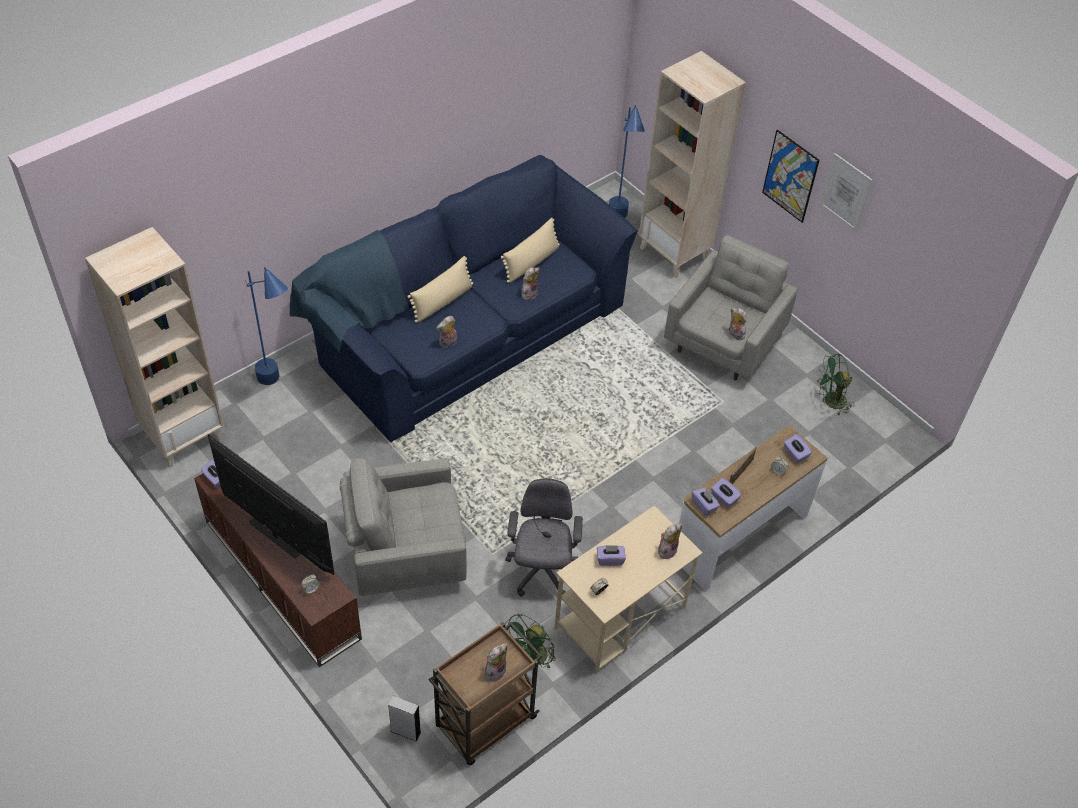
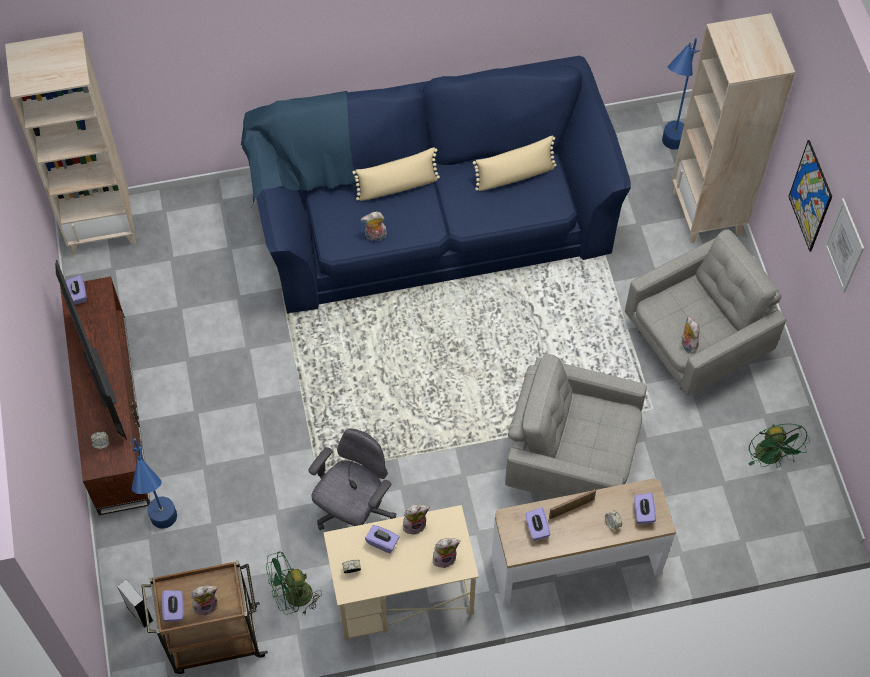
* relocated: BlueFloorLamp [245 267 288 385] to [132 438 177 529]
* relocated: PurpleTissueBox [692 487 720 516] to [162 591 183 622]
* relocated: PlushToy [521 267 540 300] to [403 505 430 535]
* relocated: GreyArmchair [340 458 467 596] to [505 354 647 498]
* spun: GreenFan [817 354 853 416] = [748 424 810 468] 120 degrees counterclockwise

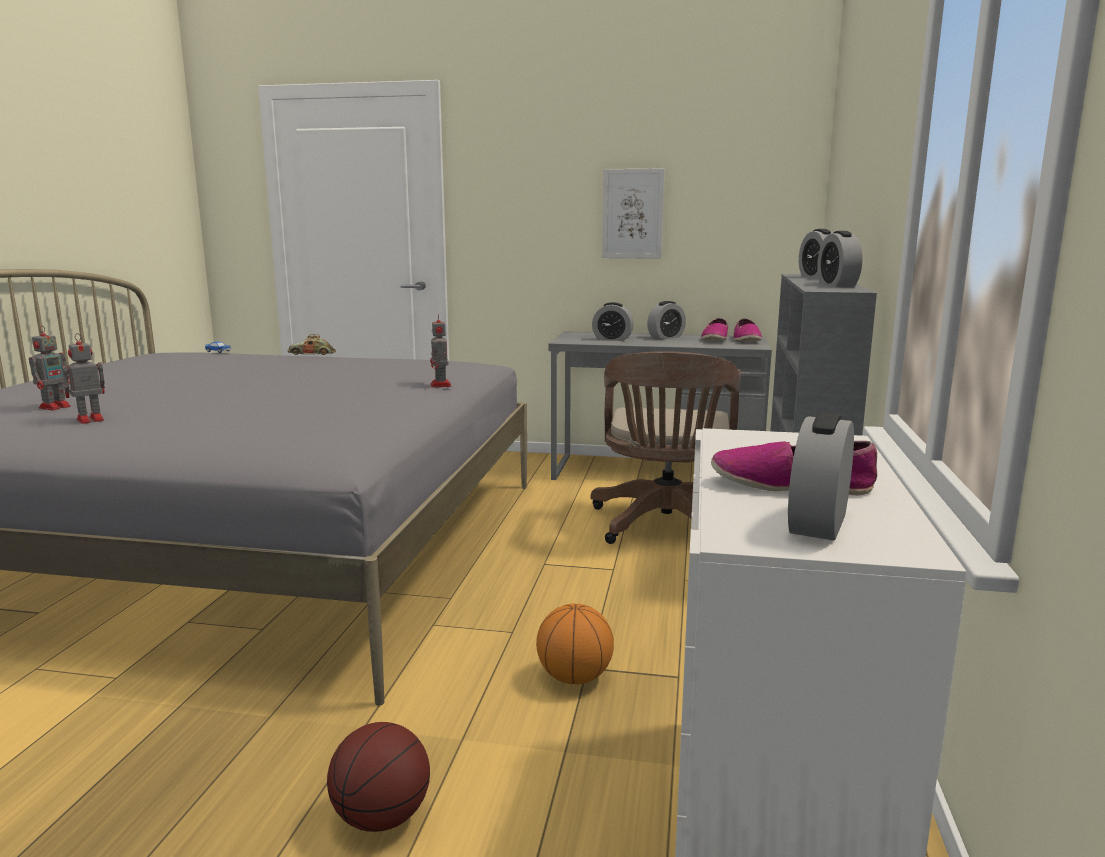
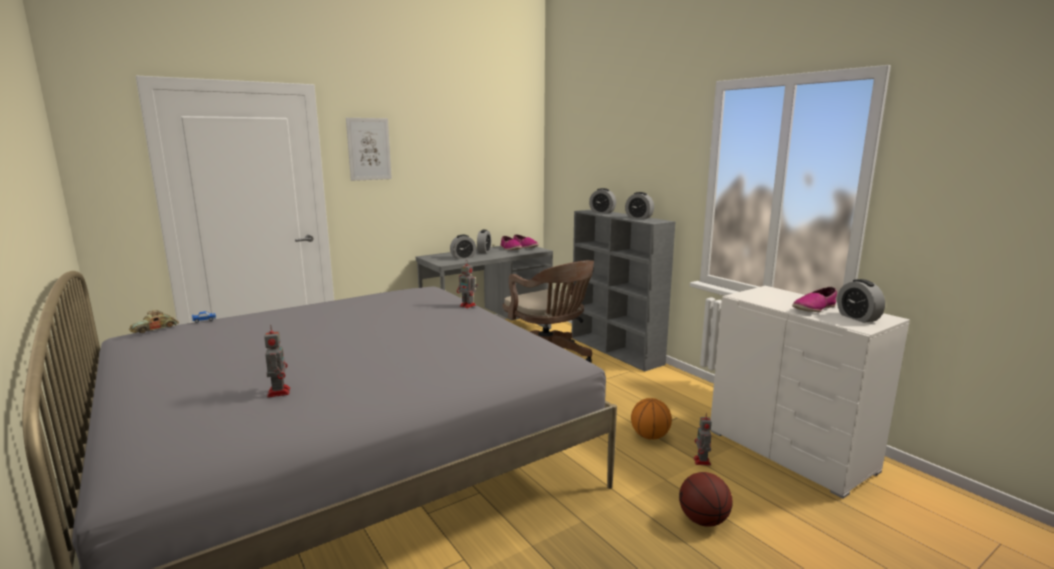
* relocated: ToyCar [288 334 336 355] to [129 310 179 333]
* relocated: Picture [602 168 665 259] to [346 118 392 181]
* relocated: ToyRobot [61 333 105 424] to [694 413 712 466]

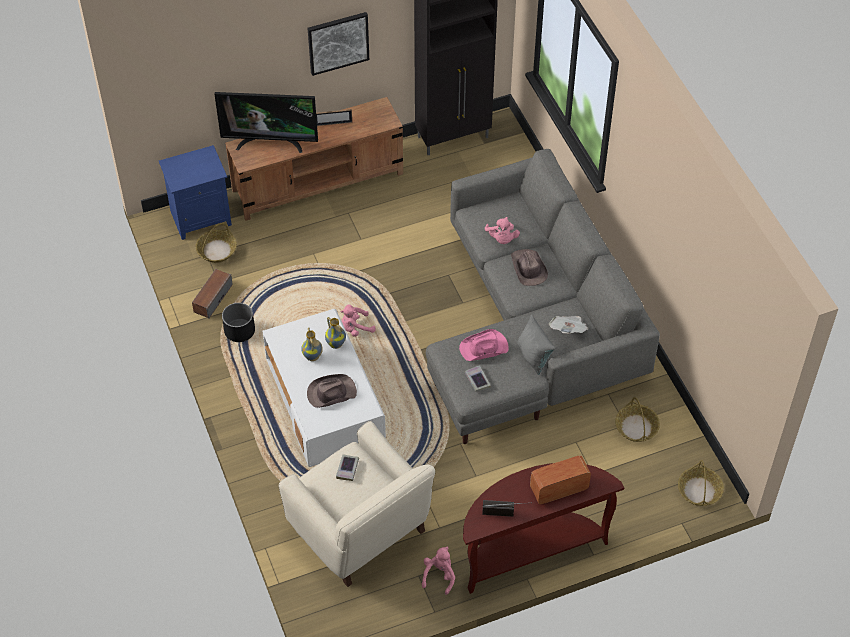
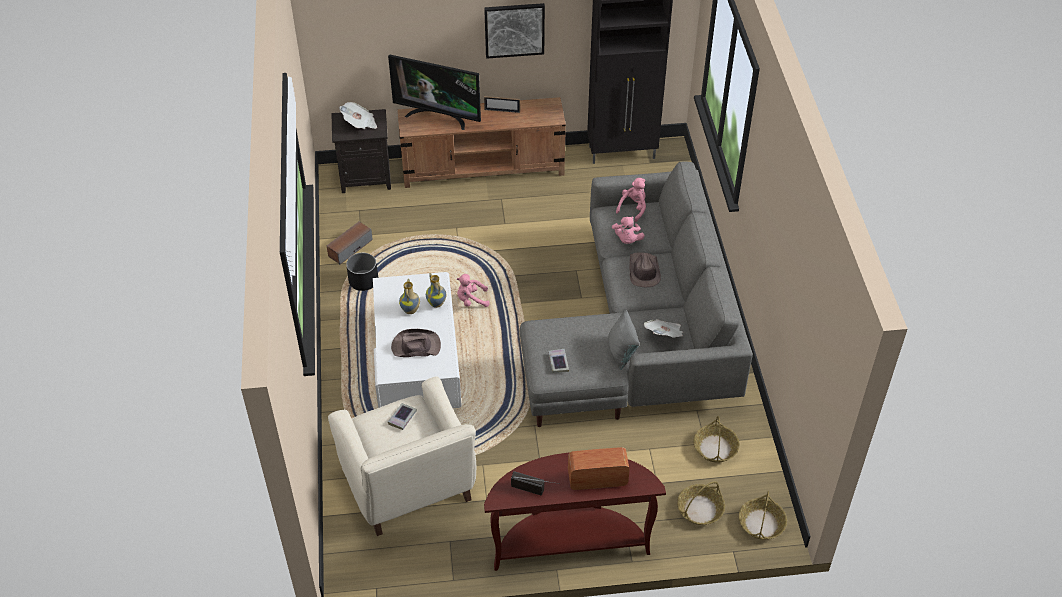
* colour: BlueNightstand [159 145 232 240] to BlackNightstand [331 109 391 193]
* appeared: Newspaper [339 102 377 129]
* relocated: PinkPlushToy [422 547 455 595] to [616 178 646 222]
* relocated: Basket [196 223 237 263] to [677 481 725 525]
* missing: PinkHat [459 329 509 361]

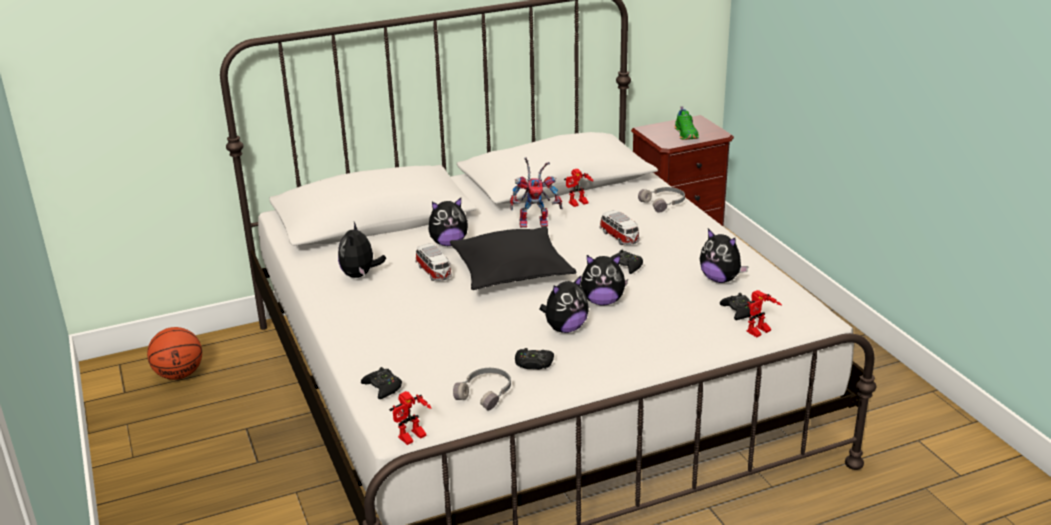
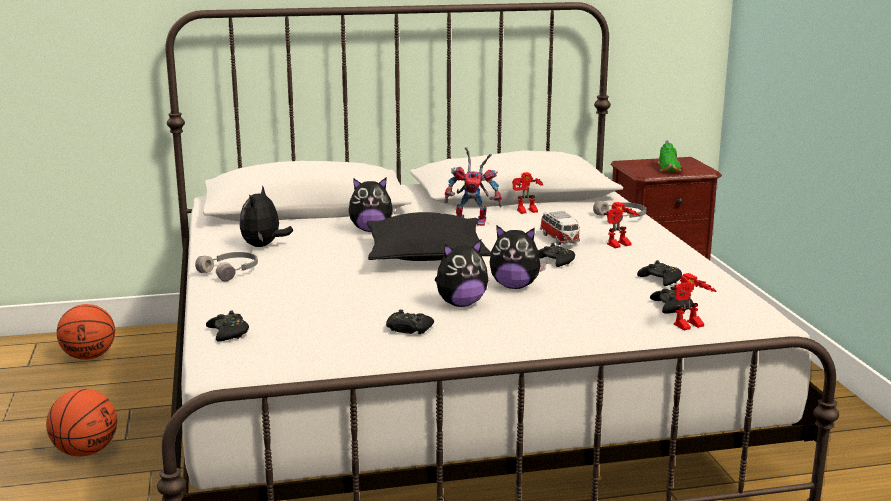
* appeared: Basketball [46 389 117 456]
* relocated: GreyHeadphones [453 368 511 411] to [195 252 258 282]
* relocated: ToyRobot [389 391 432 445] to [604 202 641 248]
* exchanged: PlushToy [700 229 749 283] to BlackGameController [637 260 682 286]
* missing: ToyCar [415 243 452 281]

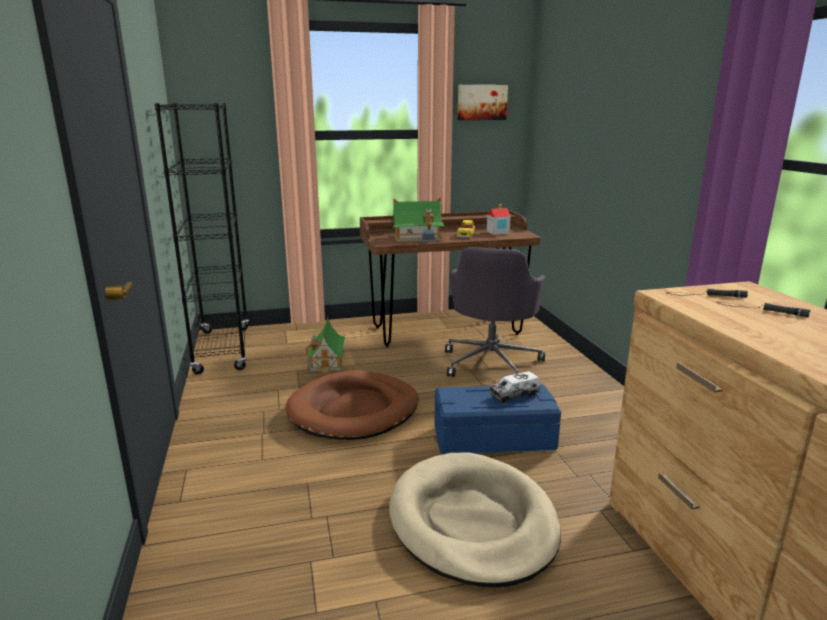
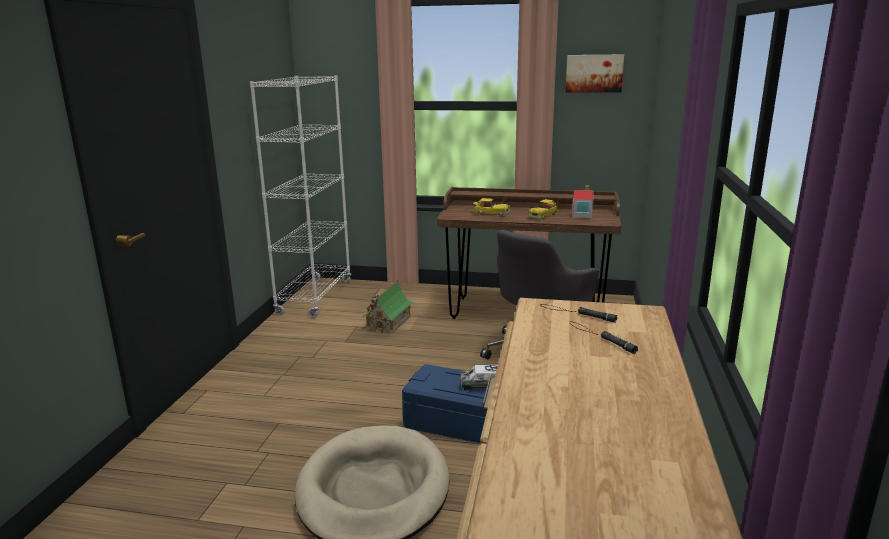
* colour: BlackBookcase [155 103 249 374] to WhiteBookcase [250 76 351 318]
* exchanged: ToyHouse [391 198 445 242] to ToyCar [473 198 510 216]
* missing: BrownDogBed [286 370 419 440]

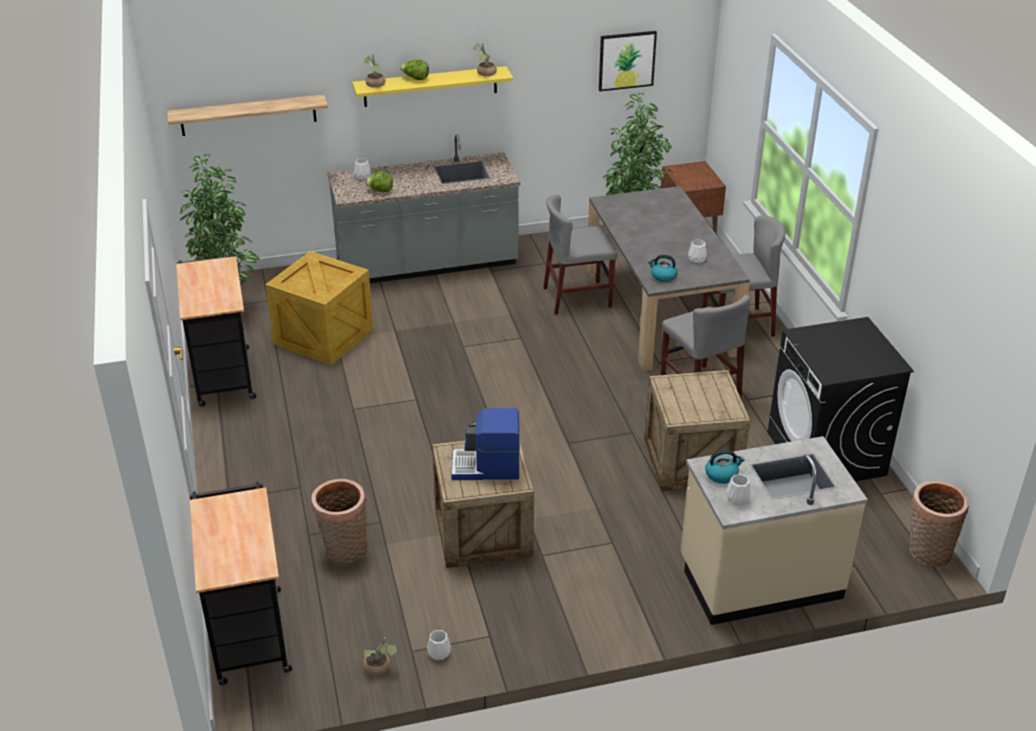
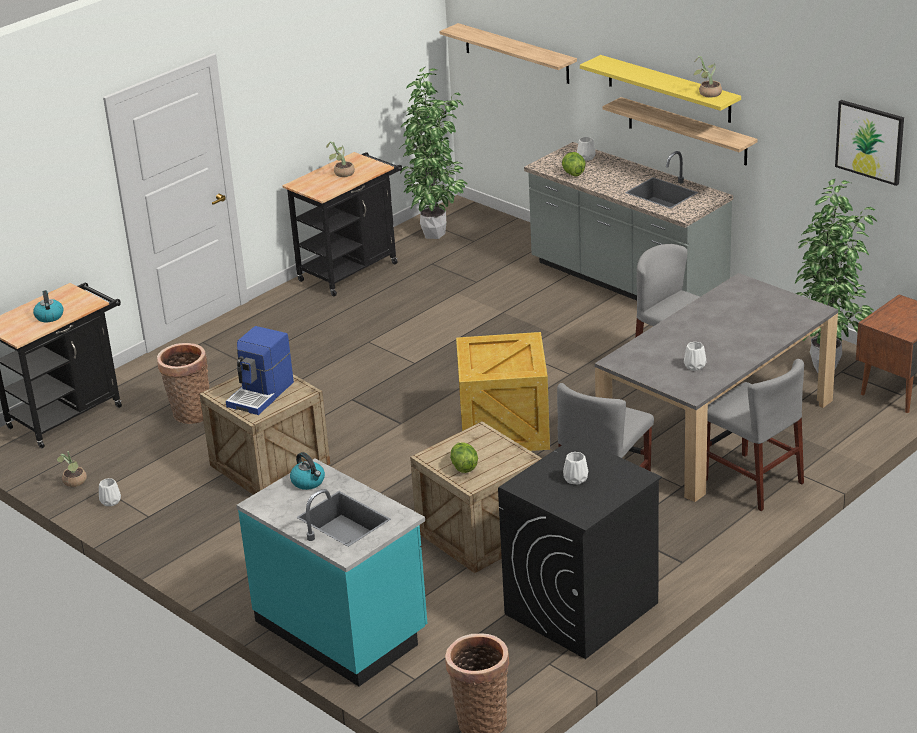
* relocated: Kettle [648 254 678 282] to [33 290 63 322]
* spun: CoffeeMachine [451 408 520 480] = [226 326 294 415] 120 degrees counterclockwise
* colour: BeigeCounter [681 436 868 625] to TurquoiseCounter [236 459 427 686]
* relocated: PottedPlant [363 54 386 88] to [326 142 355 177]
* relocated: Lettuce [400 60 429 80] to [450 442 478 473]
* relocated: Crate [265 251 373 365] to [456 332 550 451]
* relocated: WhiteVase [726 474 751 506] to [563 452 588 484]
* appeared: Shelf [602 97 758 165]

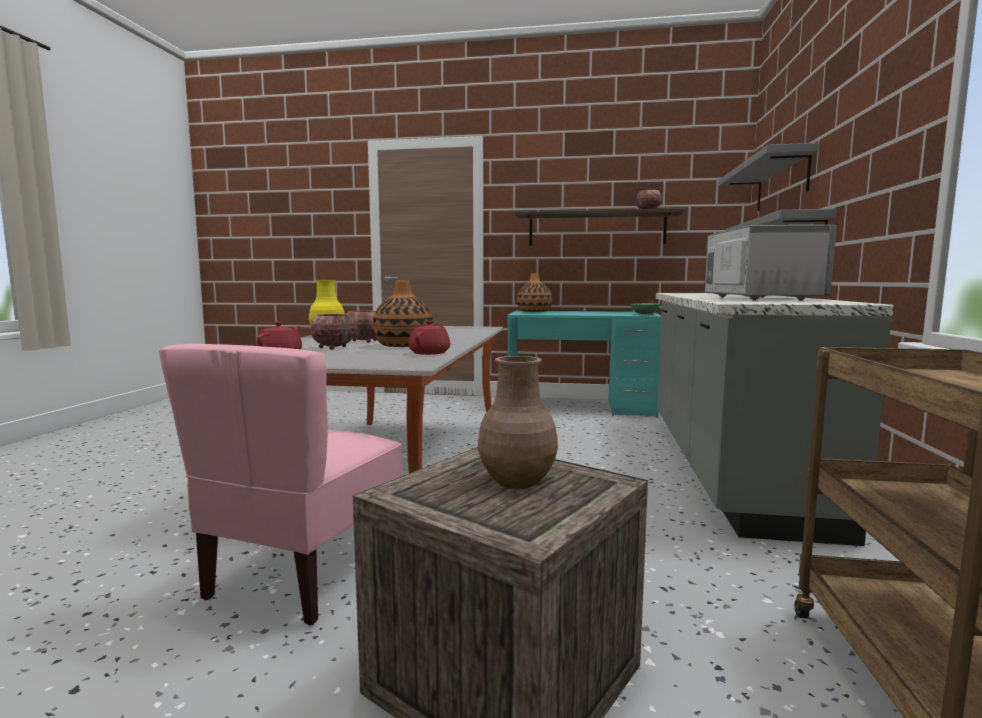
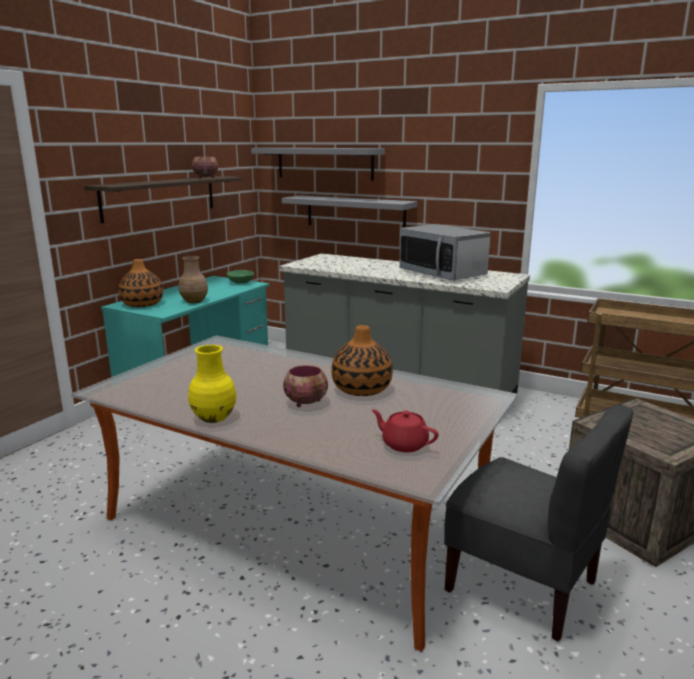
* relocated: BrownVase [478 356 558 489] to [179 256 208 303]
* spun: Microwave [704 225 837 300] = [399 224 491 281] 150 degrees counterclockwise
* colour: PinkChair [159 344 403 625] to GreyChair [444 405 634 642]
* missing: Bowl [310 314 355 350]
* missing: RedTeapot [408 320 450 355]

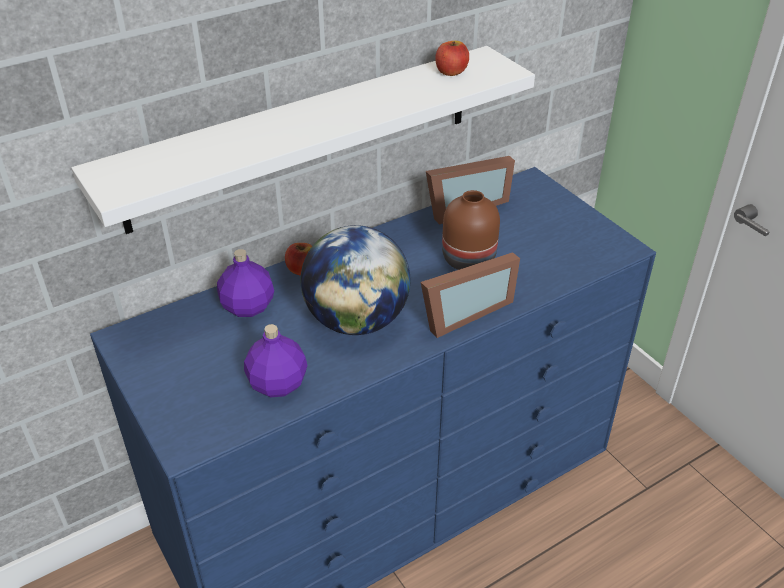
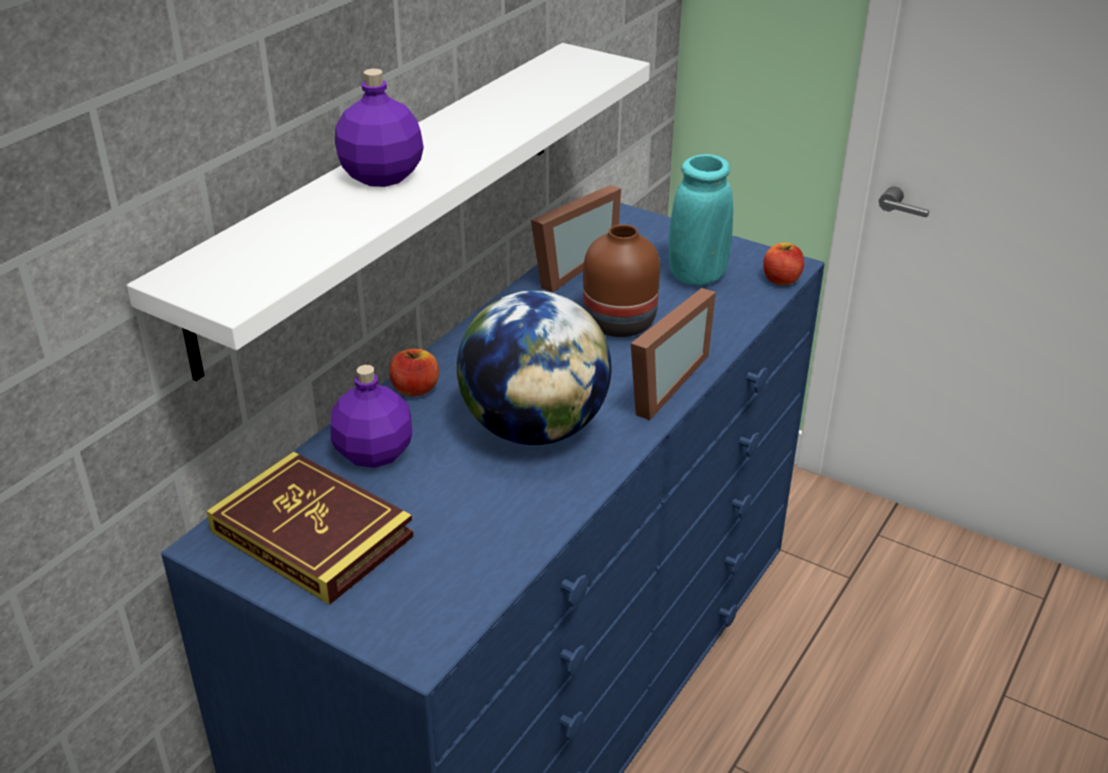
* appeared: Book [207 452 414 605]
* relocated: PurpleBottle [244 324 307 397] to [335 69 424 187]
* appeared: TurquoiseVase [669 154 733 285]
* relocated: Apple [435 41 469 76] to [763 242 804 285]

